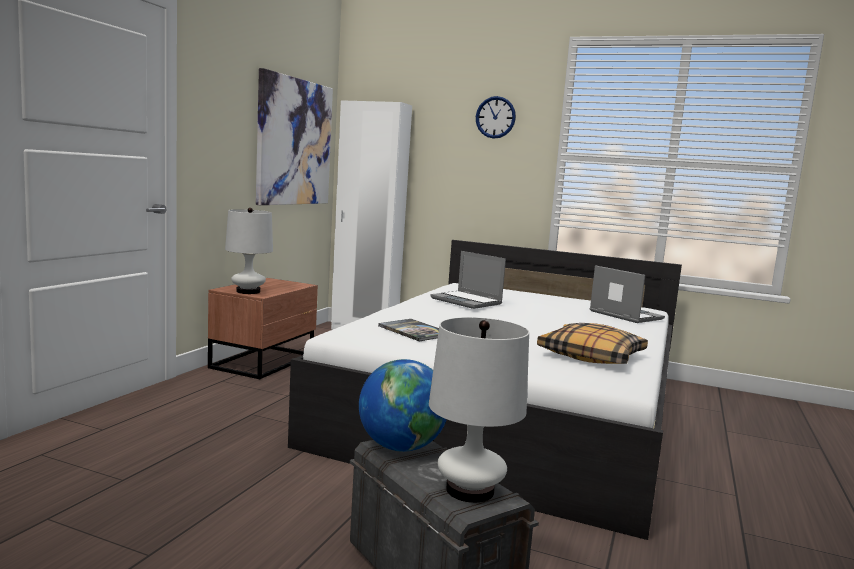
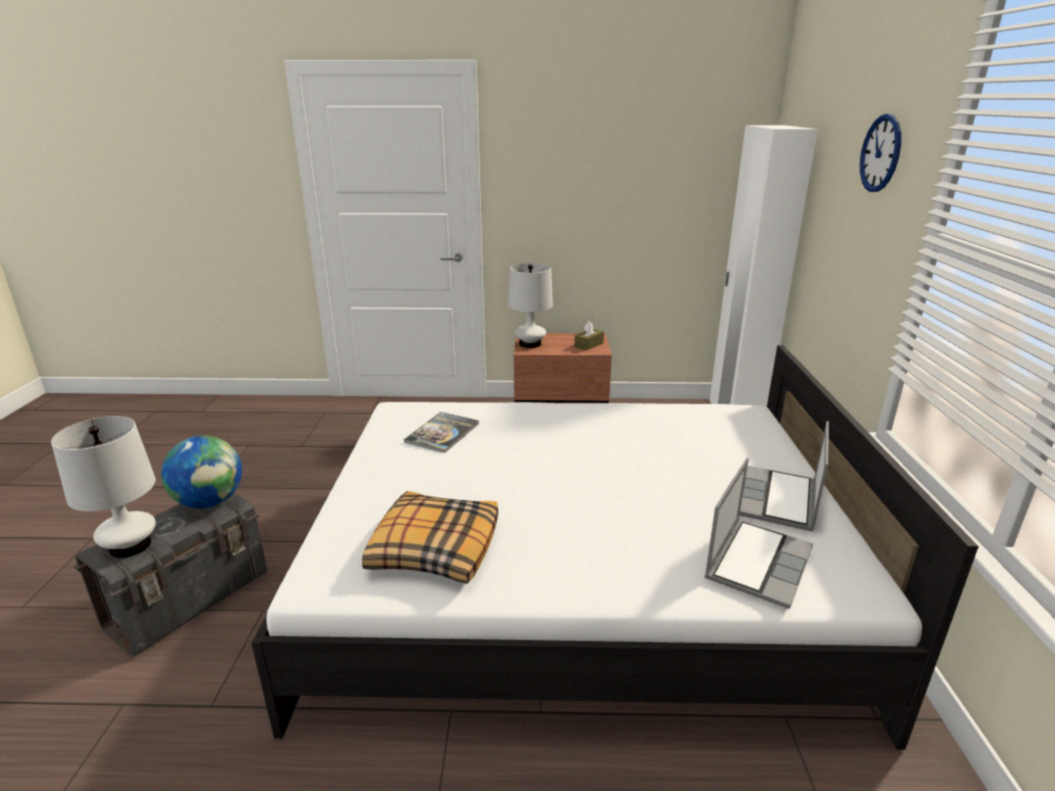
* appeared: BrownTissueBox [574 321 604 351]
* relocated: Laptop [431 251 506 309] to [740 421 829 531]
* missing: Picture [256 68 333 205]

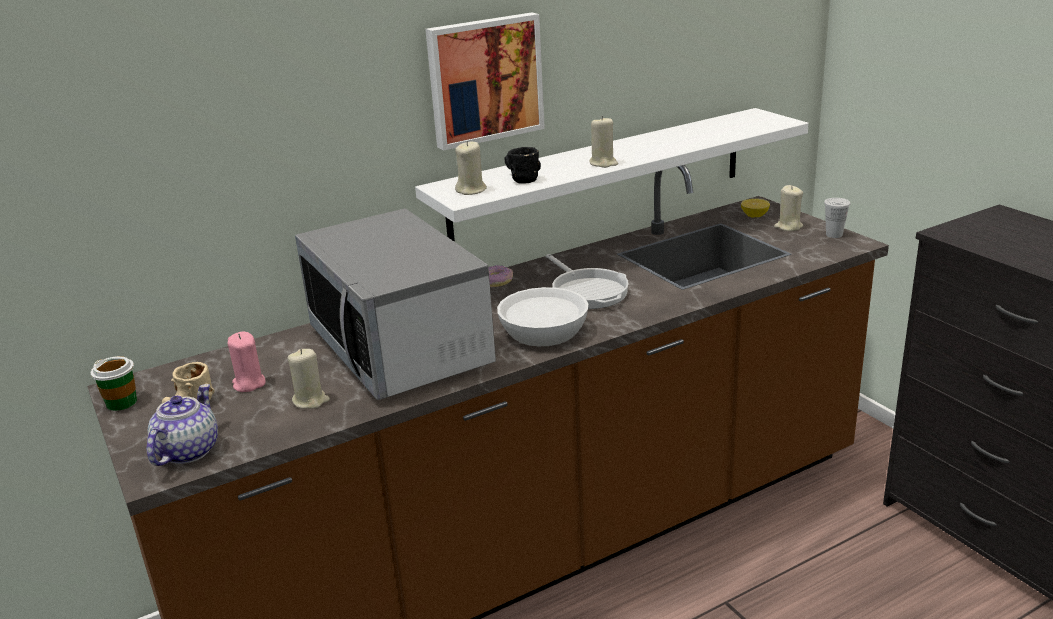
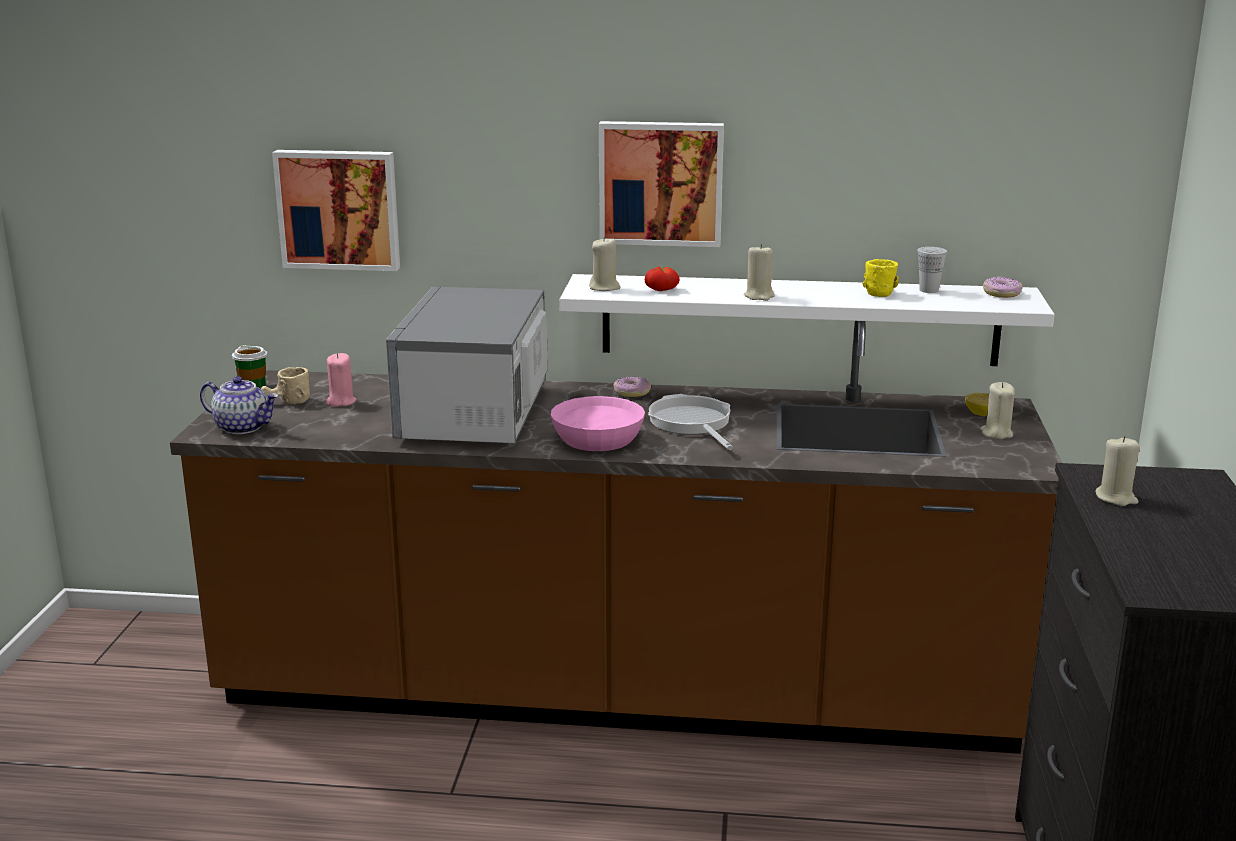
* spun: Teapot [147 384 218 466] = [200 376 278 434] 60 degrees clockwise
* appeared: Picture [272 150 400 271]
* colour: WhiteBowl [497 287 588 346] to PinkBowl [551 396 645 451]
* exchanged: BlackMug [504 147 541 184] to Tomato [645 267 680 291]
* spun: FryingPan [546 254 629 309] = [648 394 733 450] 150 degrees clockwise
* appeared: YellowMug [863 259 899 297]
* relocated: WhiteCup [824 198 851 238] to [917 247 948 293]
* appeared: Donut [983 277 1023 298]
* relocated: BeigeCandle [288 349 330 409] to [1095 436 1140 506]

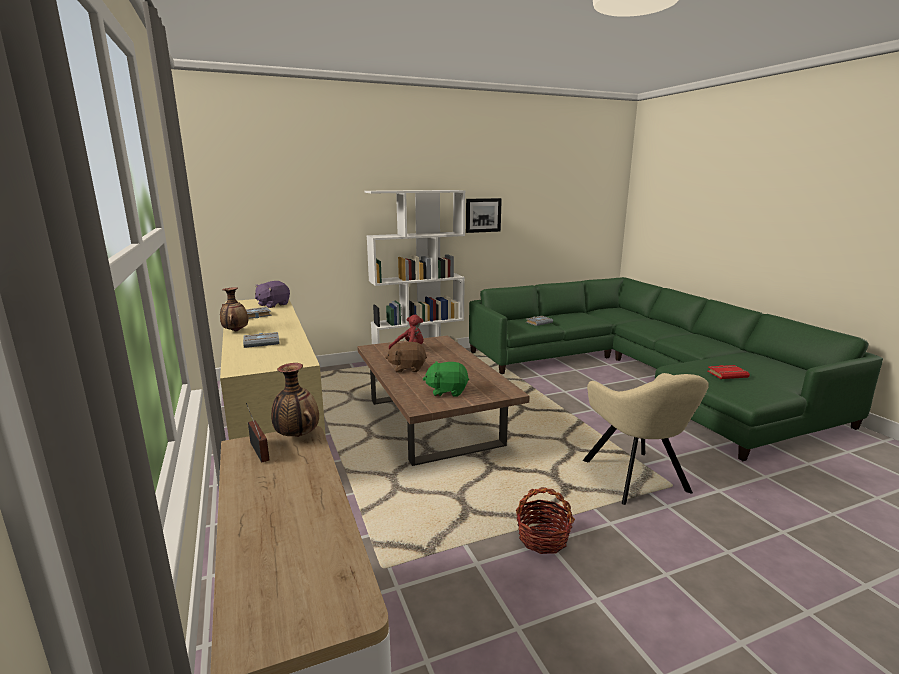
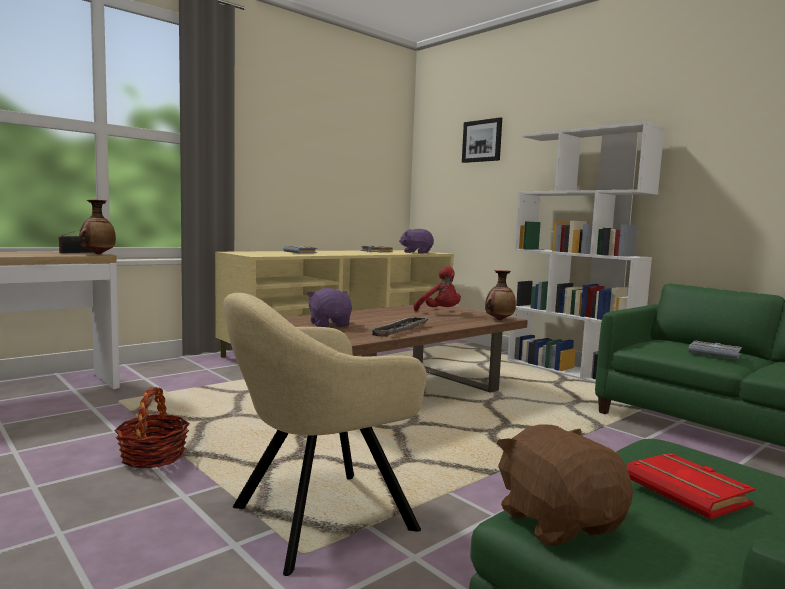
* colour: GreenPlushToy [423 361 469 397] to PurplePlushToy [306 288 352 327]
* appeared: Tray [372 317 428 337]
* relocated: Picture [466 198 502 233] to [462 117 502 163]
* relocated: Vase [220 287 248 332] to [485 270 516 320]
* relocated: BrownPlushToy [385 342 427 373] to [497 424 633 546]

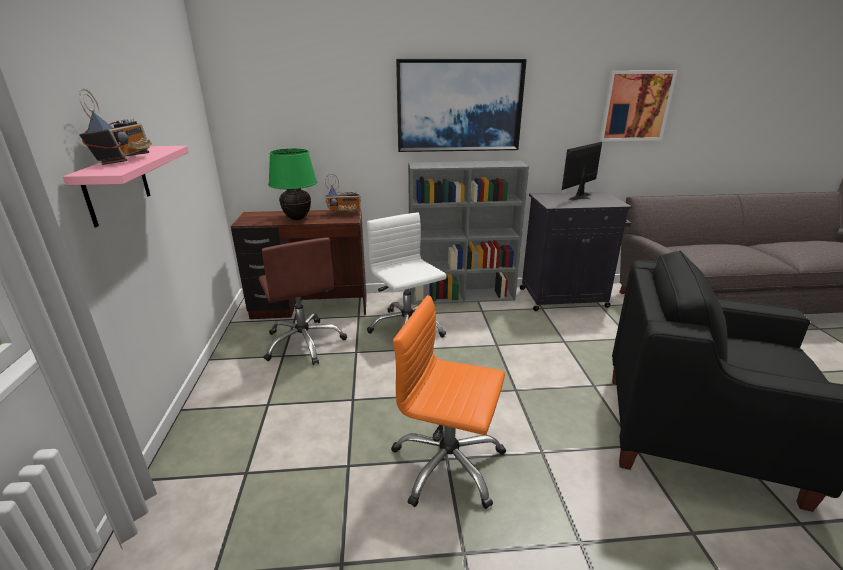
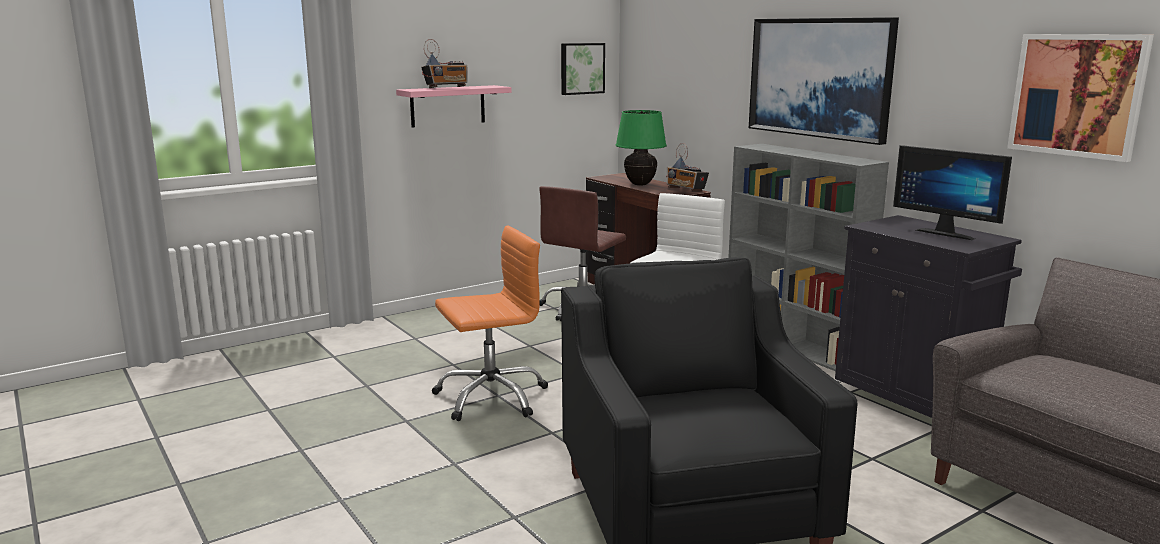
* spun: OrangeOfficeChair [391 295 506 509] = [432 225 548 421] 75 degrees clockwise
* appeared: Picture [561 43 605 95]
* spun: Monitor [562 142 602 200] = [893 145 1012 240] 150 degrees counterclockwise

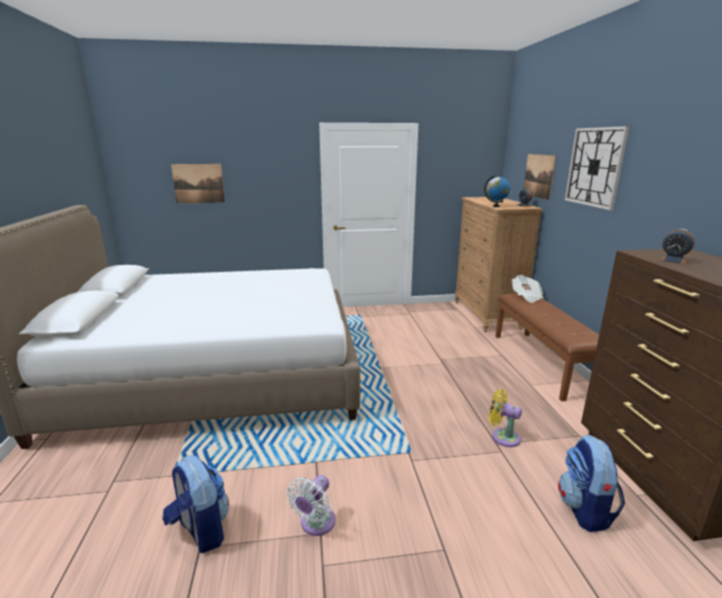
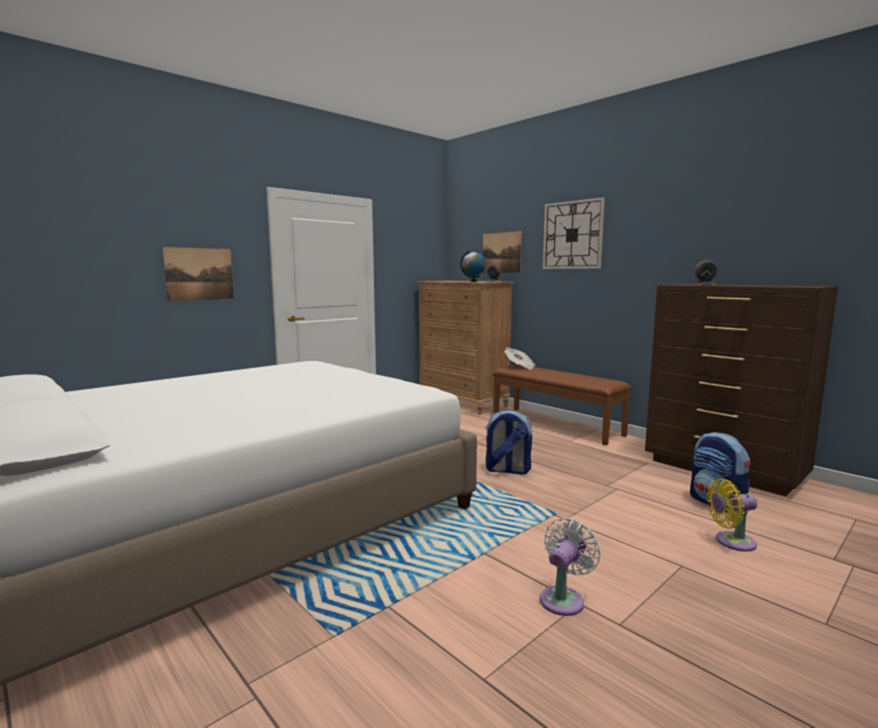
* relocated: Picture [171 164 225 204] to [162 247 234 301]
* relocated: Backpack [162 455 229 553] to [485 410 532 475]
* spun: WhiteFan [286 475 336 536] = [540 518 601 616] 135 degrees counterclockwise
* relocated: YellowFan [488 389 522 447] to [707 478 757 552]

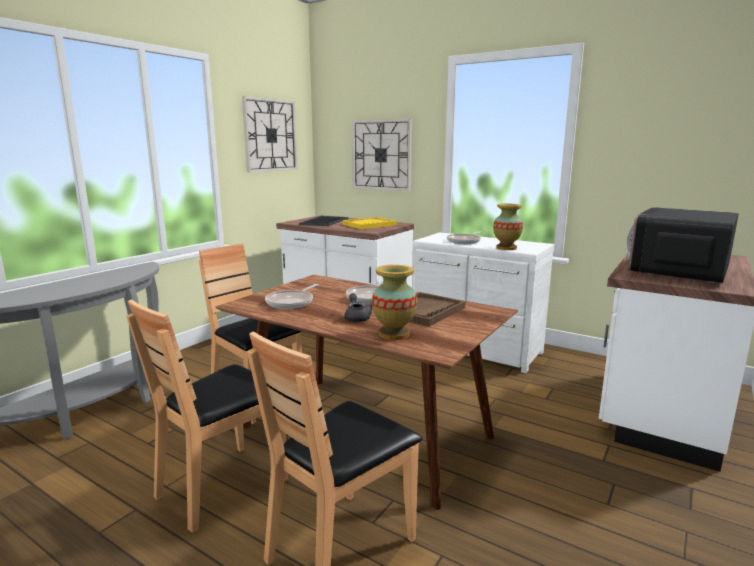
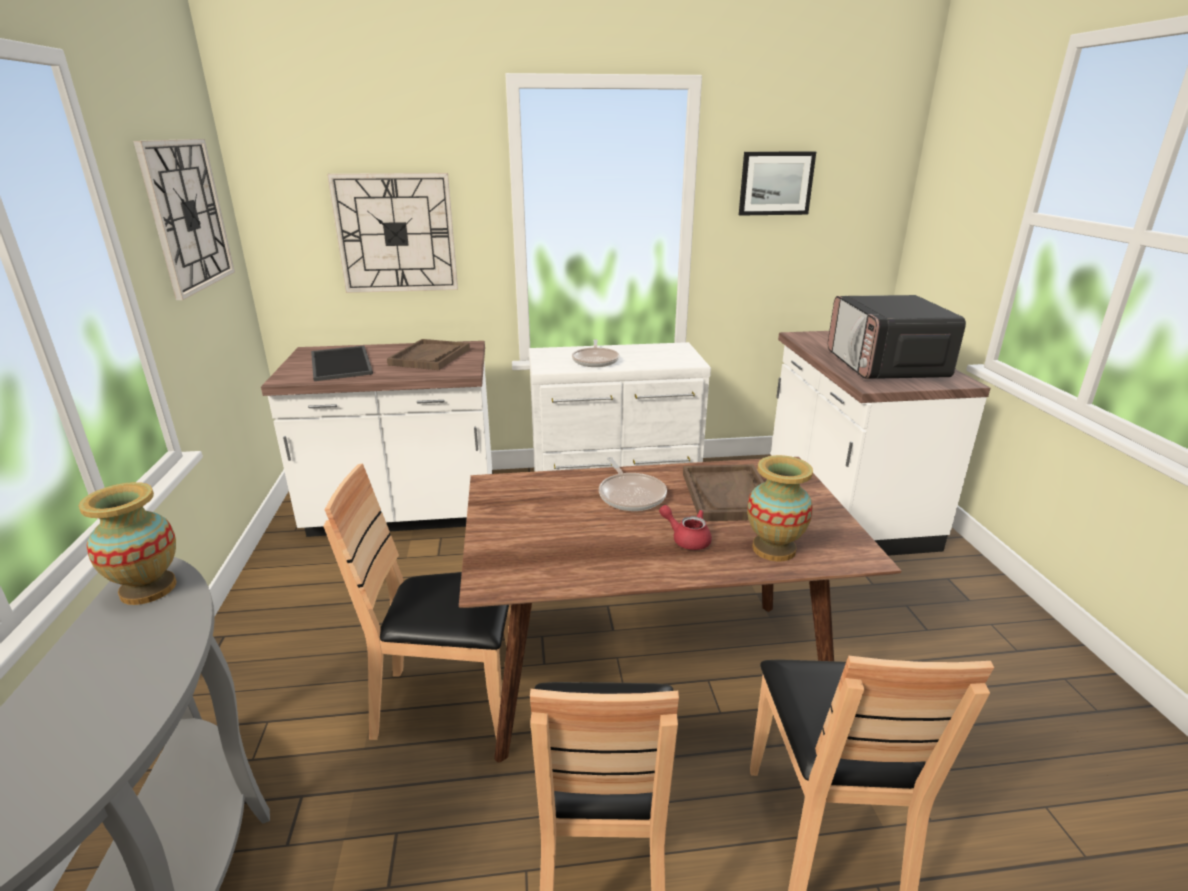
* relocated: Vase [493 204 523 250] to [78 482 176 605]
* colour: YellowTray [343 217 397 229] to BrownTray [387 339 470 370]
* colour: GreyTeapot [344 293 372 322] to RedTeapot [659 505 712 550]
* appeared: Picture [739 151 816 216]
* missing: FryingPan [265 284 319 309]

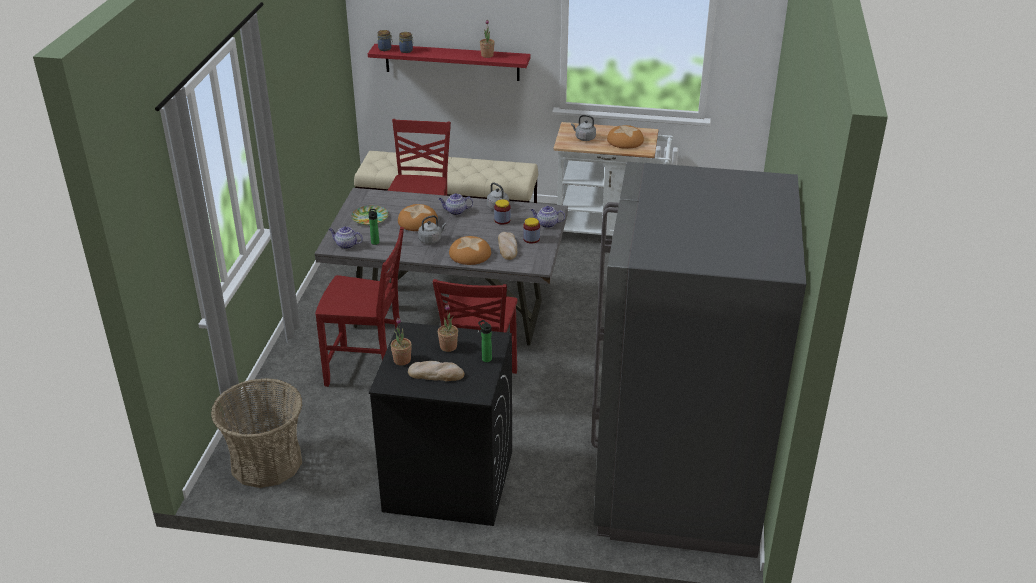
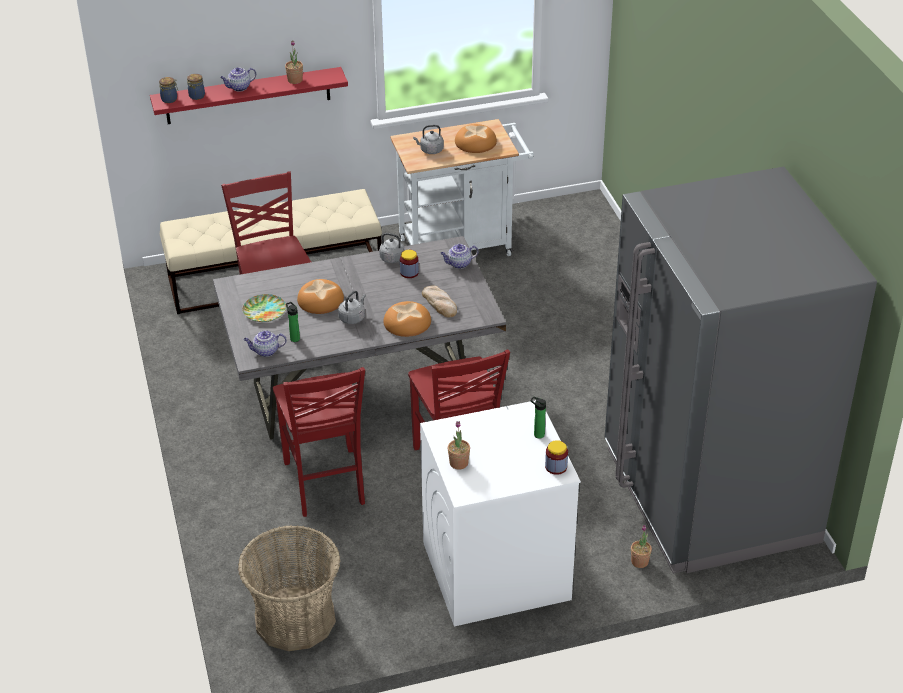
* relocated: Teapot [439 193 473 215] to [220 67 256 92]
* spun: RedChair [315 227 404 387] = [273 367 365 517] 90 degrees clockwise
* colour: BlackWashingMachine [369 322 512 526] to WhiteWashingMachine [420 400 581 627]
* relocated: Jar [523 218 540 244] to [545 440 568 475]
* relocated: PottedPlant [438 305 458 352] to [631 525 652 568]
* missing: Bread [408 361 464 381]

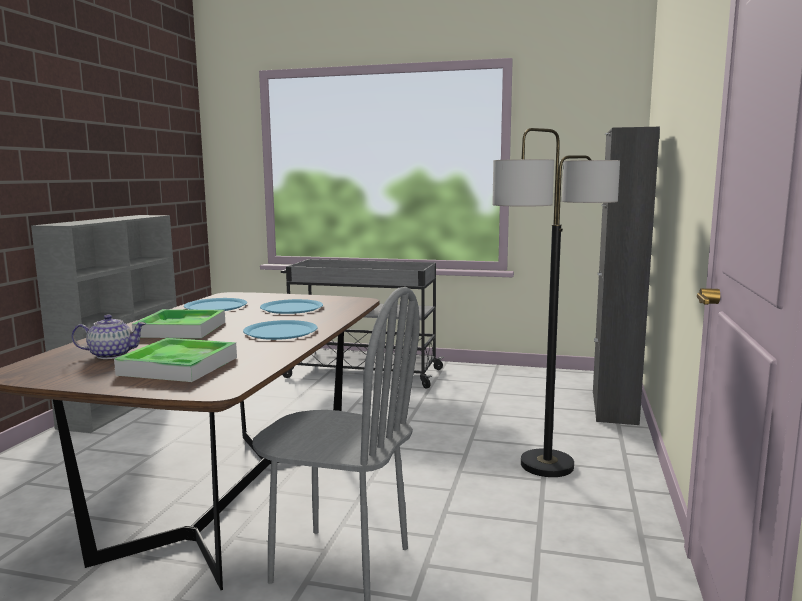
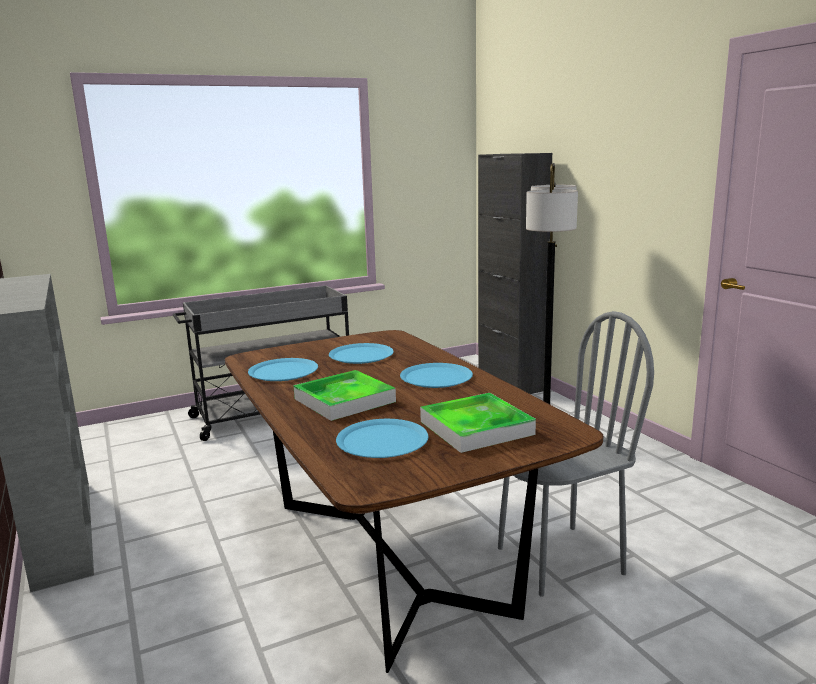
* exchanged: Teapot [72 314 146 359] to BluePlate [336 419 428 458]

